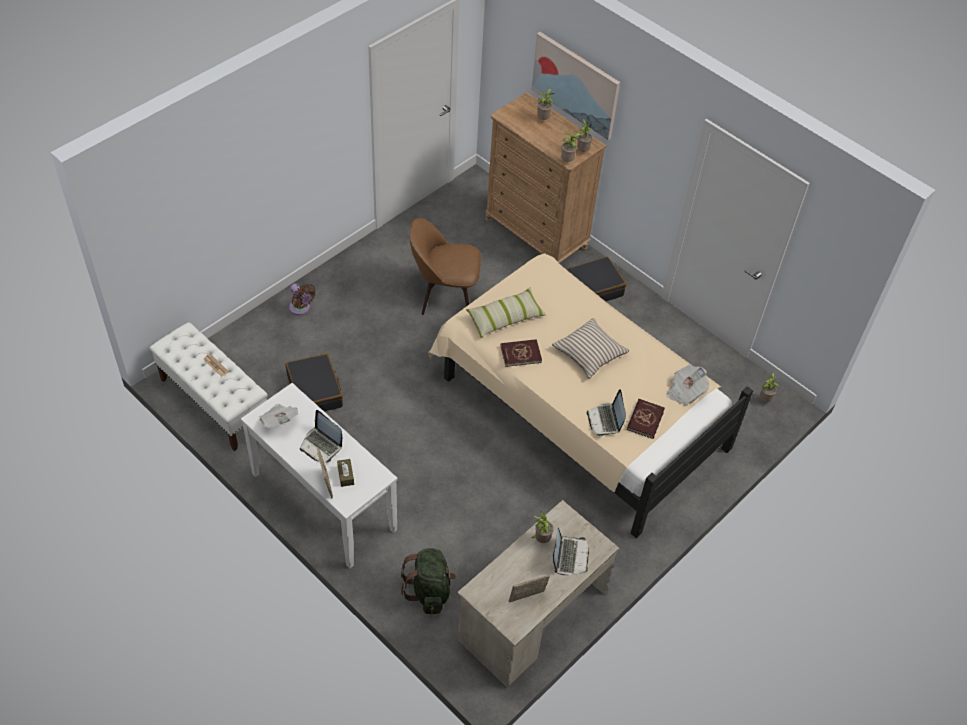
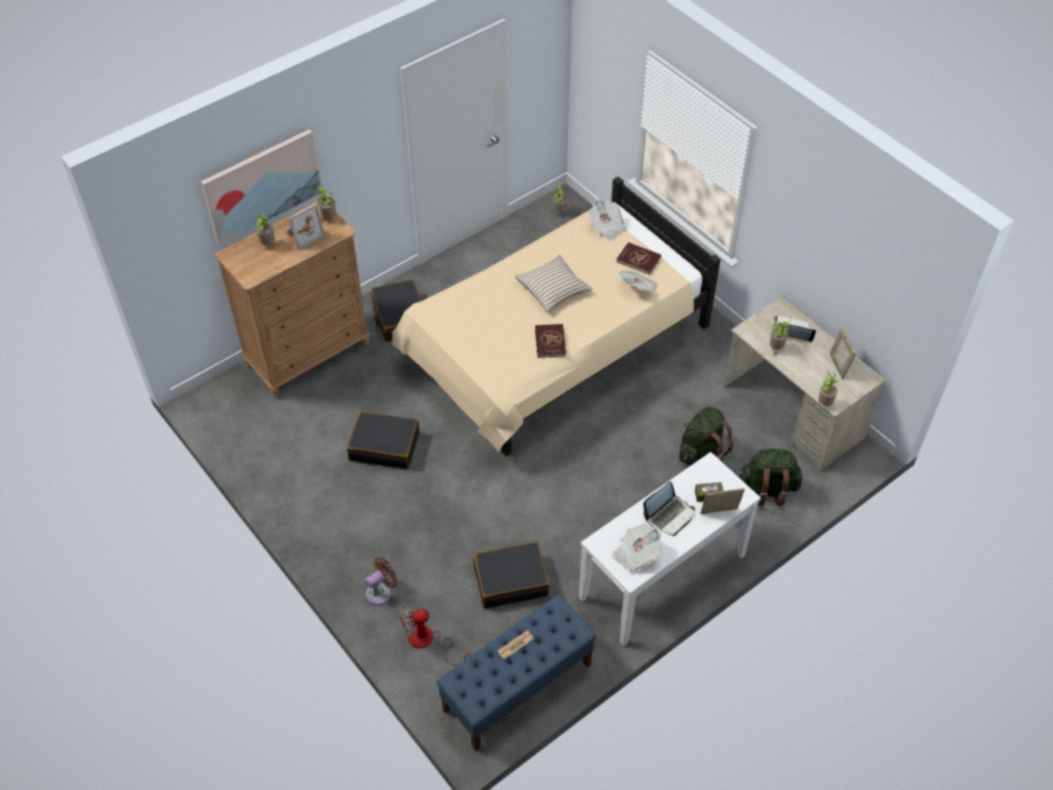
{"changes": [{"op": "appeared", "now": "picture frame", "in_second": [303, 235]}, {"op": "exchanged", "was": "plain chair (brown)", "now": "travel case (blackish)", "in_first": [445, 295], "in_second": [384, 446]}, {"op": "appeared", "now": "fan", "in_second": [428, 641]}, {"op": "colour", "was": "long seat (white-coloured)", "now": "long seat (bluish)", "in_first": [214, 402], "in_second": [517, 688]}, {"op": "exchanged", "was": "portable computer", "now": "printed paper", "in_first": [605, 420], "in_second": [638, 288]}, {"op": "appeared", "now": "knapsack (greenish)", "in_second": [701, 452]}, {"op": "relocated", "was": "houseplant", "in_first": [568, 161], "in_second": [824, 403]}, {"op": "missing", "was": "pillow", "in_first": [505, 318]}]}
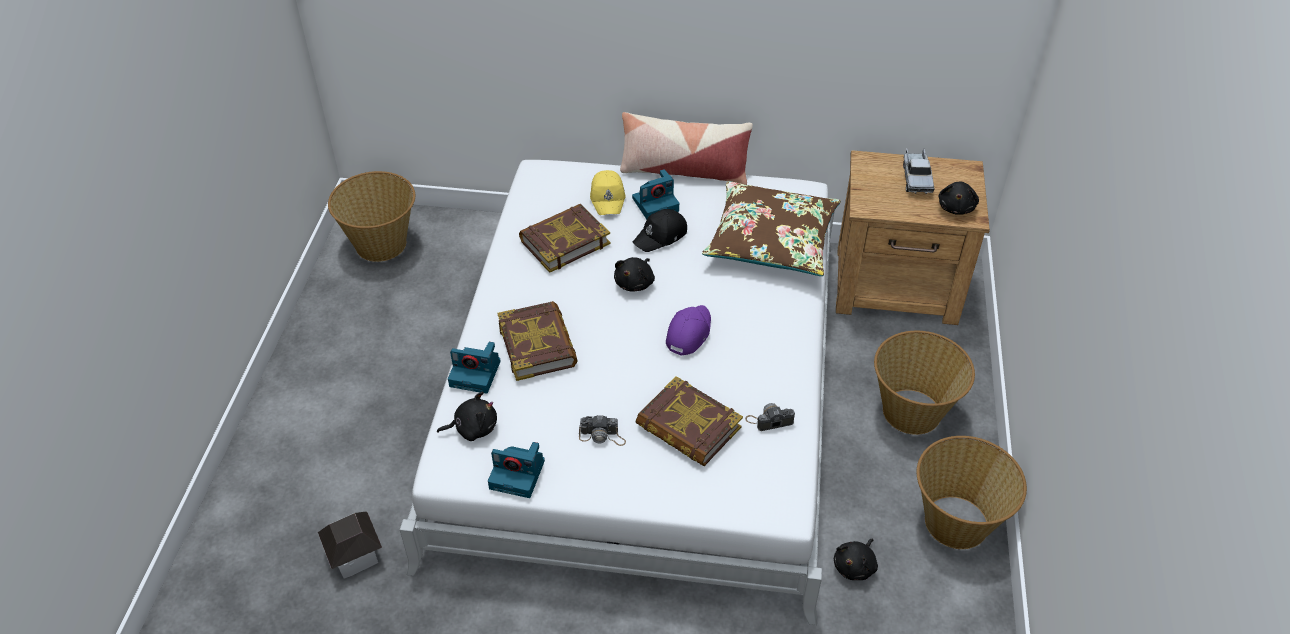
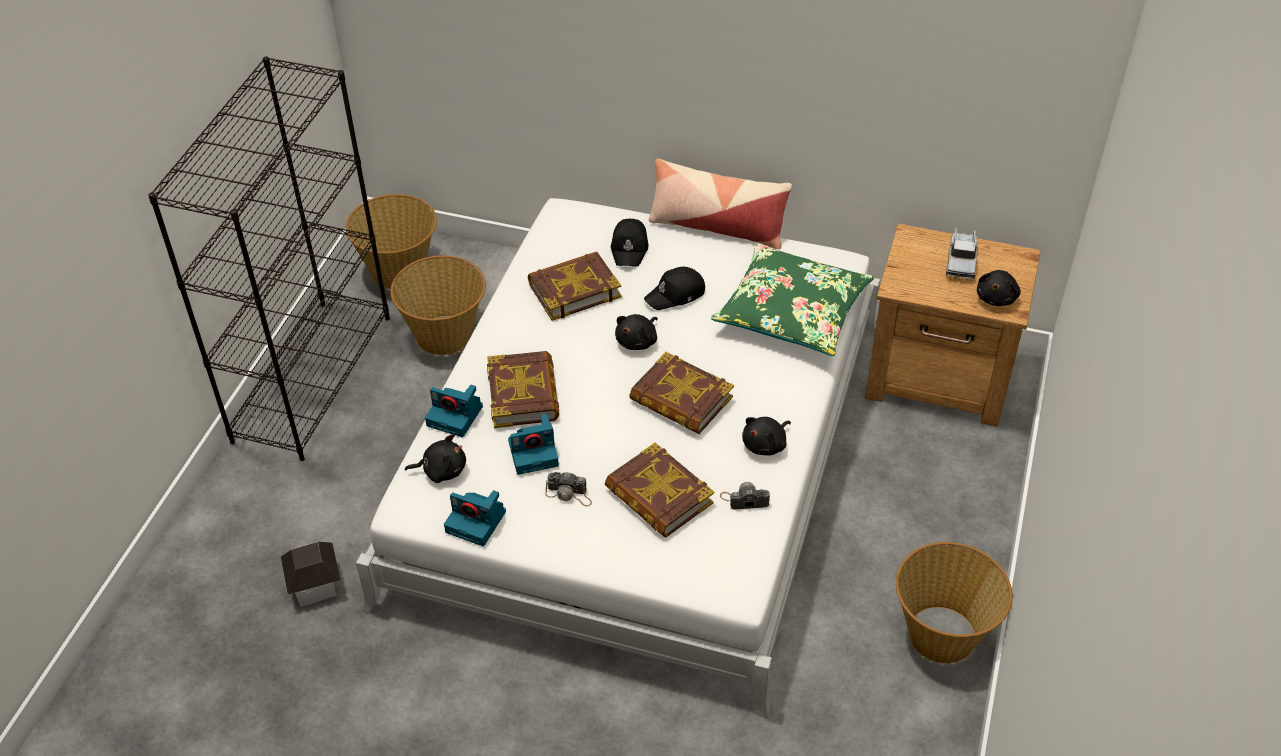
{"changes": [{"op": "appeared", "now": "bookshelf (blackish)", "in_second": [313, 377]}, {"op": "relocated", "was": "basket", "in_first": [912, 411], "in_second": [445, 334]}, {"op": "relocated", "was": "still camera", "in_first": [656, 204], "in_second": [534, 452]}, {"op": "colour", "was": "cap (yellow)", "now": "cap (blackish)", "in_first": [608, 198], "in_second": [630, 248]}, {"op": "exchanged", "was": "cap (purple)", "now": "book", "in_first": [688, 333], "in_second": [681, 400]}, {"op": "colour", "was": "pillow (brown)", "now": "pillow (greenish)", "in_first": [771, 240], "in_second": [792, 312]}, {"op": "relocated", "was": "soft toy (blackish)", "in_first": [855, 566], "in_second": [766, 444]}]}
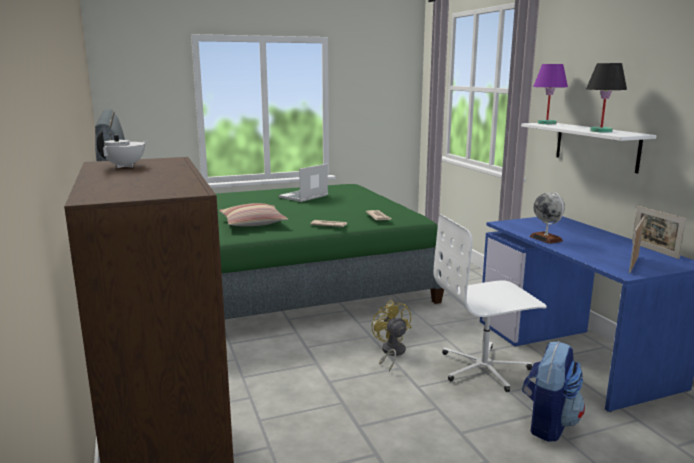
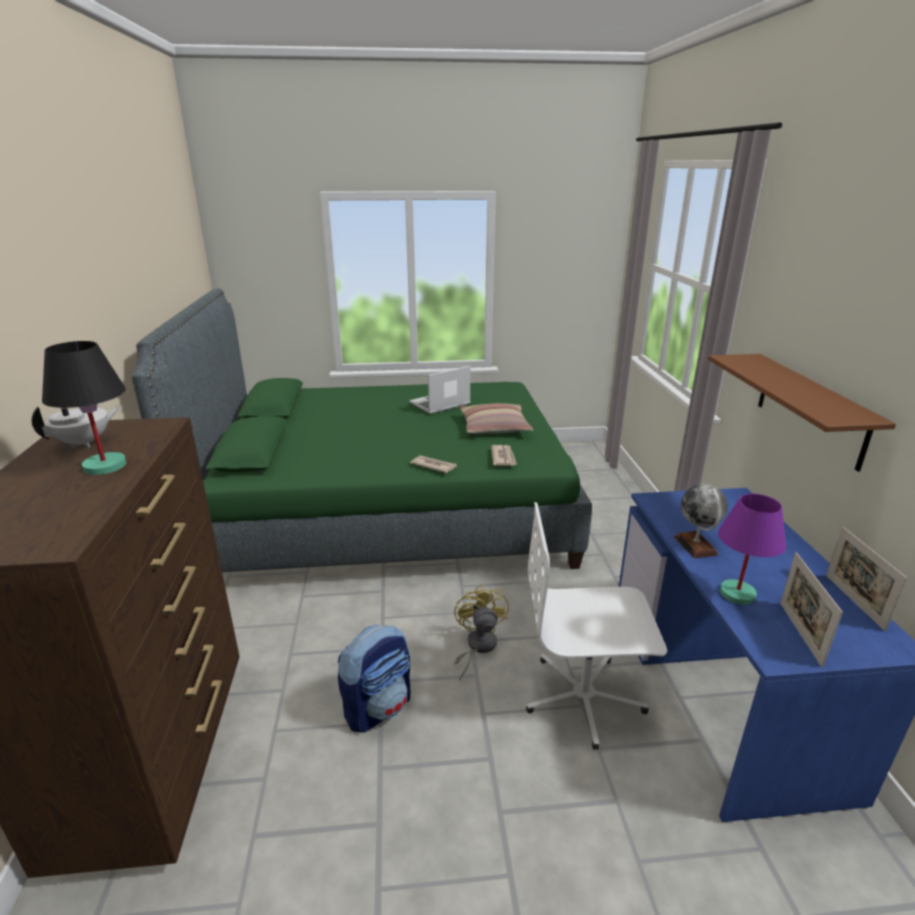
{"changes": [{"op": "relocated", "was": "lamp for a table (blackish)", "in_first": [601, 131], "in_second": [106, 465]}, {"op": "relocated", "was": "knapsack", "in_first": [548, 423], "in_second": [378, 707]}, {"op": "relocated", "was": "pillow", "in_first": [253, 223], "in_second": [494, 427]}, {"op": "colour", "was": "bracket shelf (white-coloured)", "now": "bracket shelf (brown)", "in_first": [596, 146], "in_second": [810, 409]}, {"op": "relocated", "was": "lamp for a table (purple)", "in_first": [547, 123], "in_second": [738, 594]}, {"op": "spun", "was": "picture frame", "in_first": [633, 264], "in_second": [800, 633], "clockwise": -45}]}
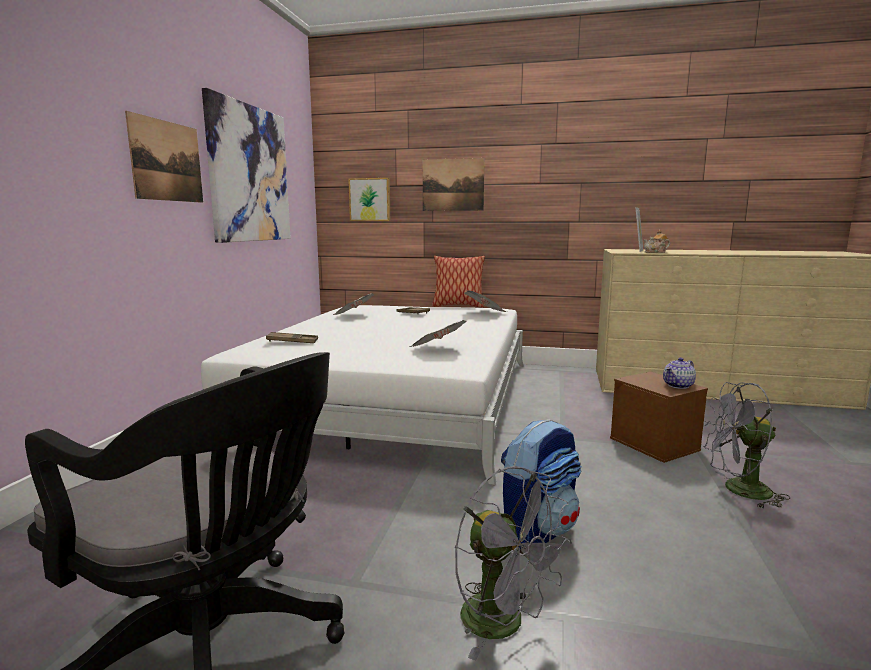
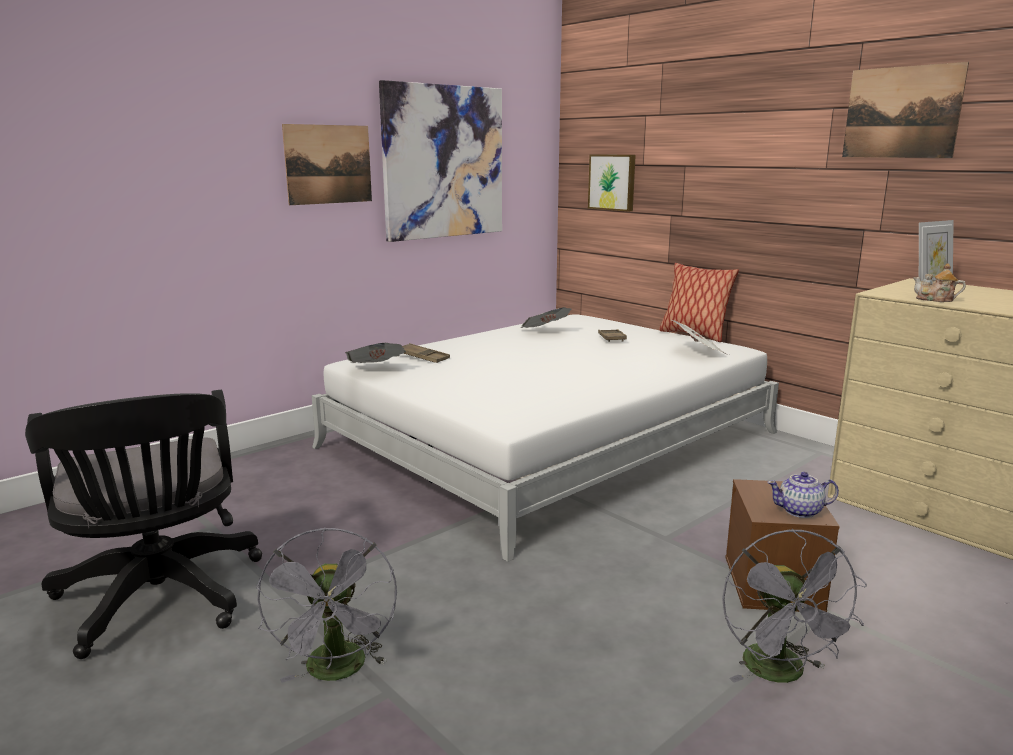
{"changes": [{"op": "relocated", "was": "printed paper", "in_first": [437, 349], "in_second": [376, 370]}, {"op": "spun", "was": "fan (gray)", "in_first": [738, 490], "in_second": [781, 674], "clockwise": -135}, {"op": "relocated", "was": "picture", "in_first": [453, 185], "in_second": [901, 112]}, {"op": "missing", "was": "knapsack", "in_first": [538, 530]}]}
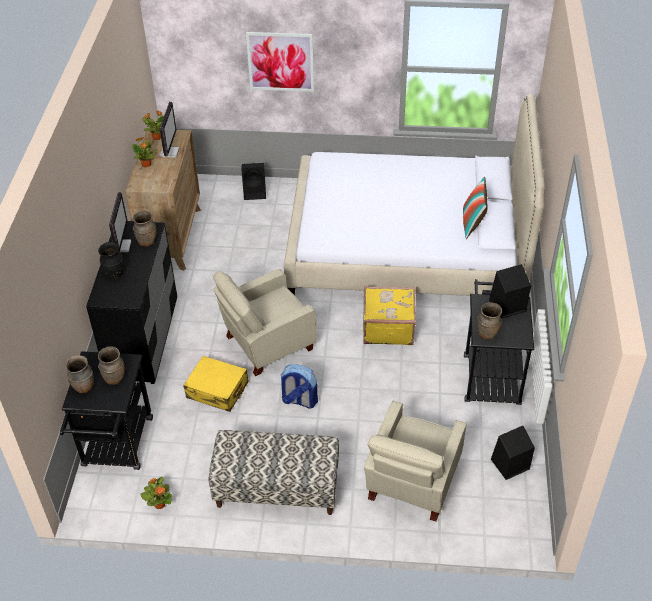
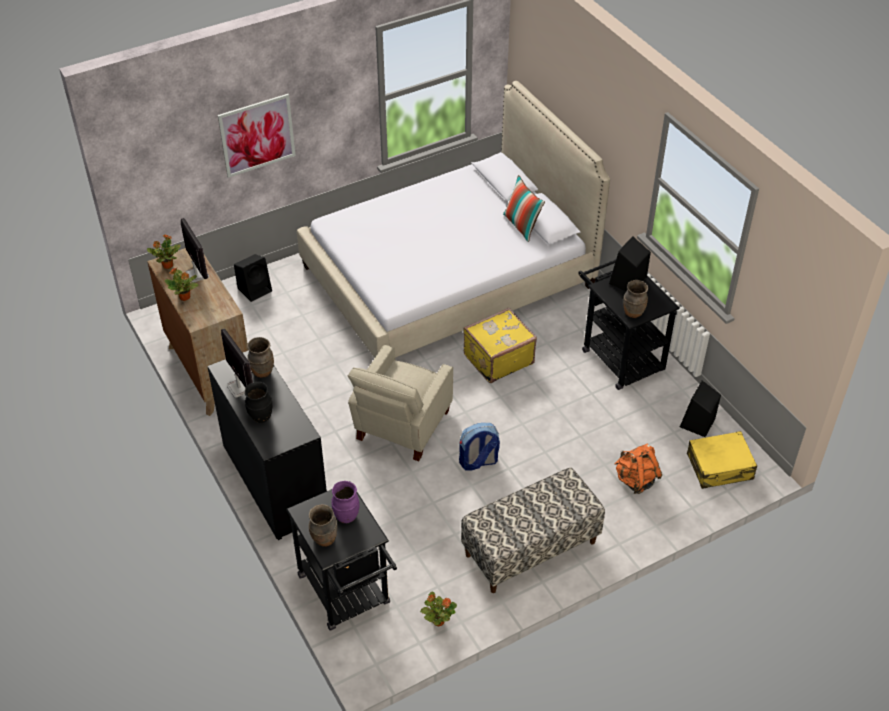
{"changes": [{"op": "colour", "was": "flower vase (brown)", "now": "flower vase (purple)", "in_first": [114, 378], "in_second": [346, 516]}, {"op": "exchanged", "was": "lounge chair (beige)", "now": "knapsack (orange)", "in_first": [411, 483], "in_second": [635, 480]}, {"op": "relocated", "was": "travel case (yellow)", "in_first": [217, 390], "in_second": [720, 467]}]}
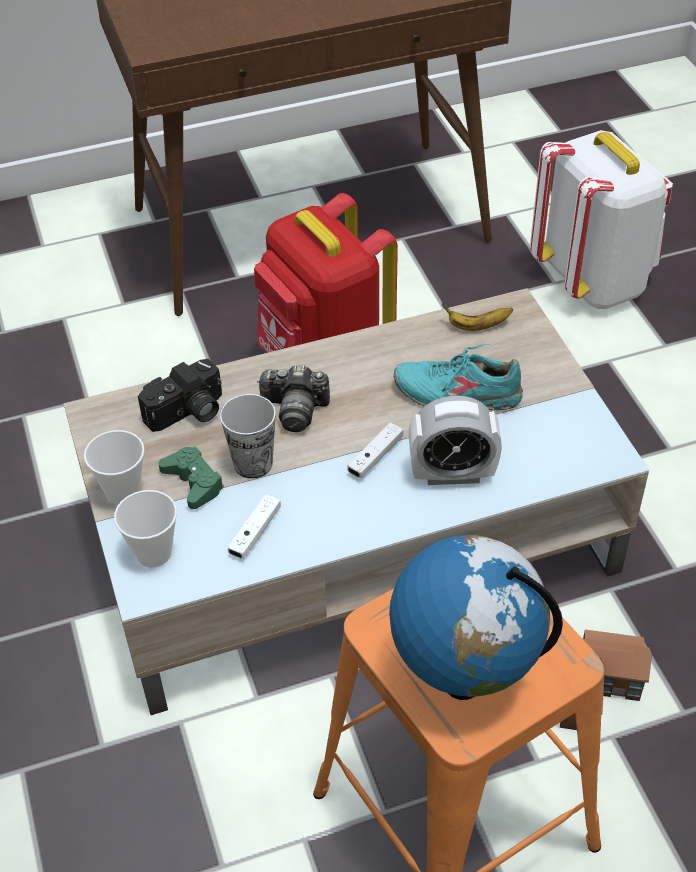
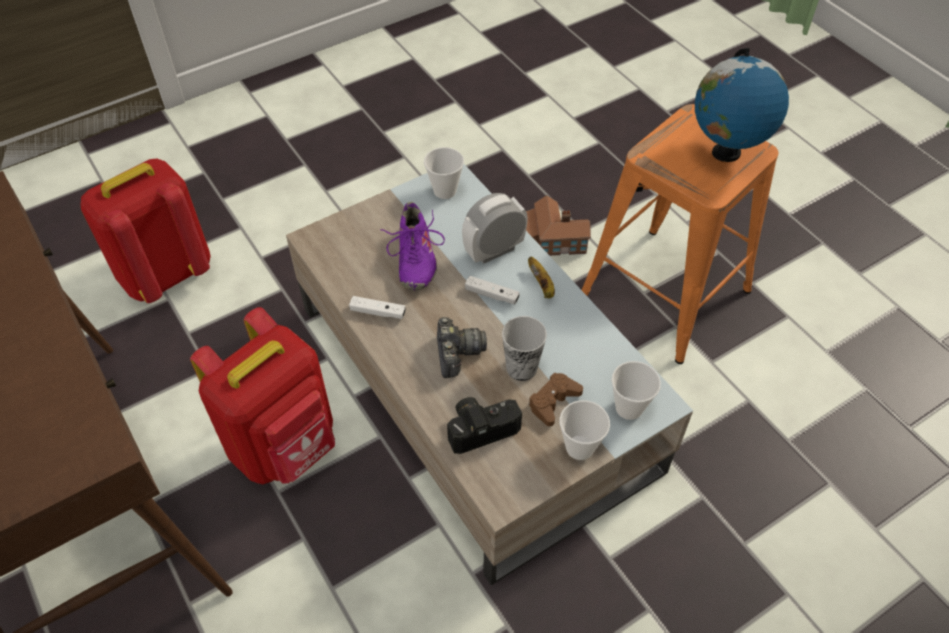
{"changes": [{"op": "colour", "was": "knapsack (white-coloured)", "now": "knapsack (red-coloured)", "in_first": [593, 281], "in_second": [165, 274]}, {"op": "relocated", "was": "gamepad (white-coloured)", "in_first": [255, 533], "in_second": [378, 312]}, {"op": "colour", "was": "shoe (turquoise)", "now": "shoe (purple)", "in_first": [458, 393], "in_second": [414, 259]}, {"op": "appeared", "now": "small cup", "in_second": [445, 191]}, {"op": "spun", "was": "still camera", "in_first": [187, 413], "in_second": [481, 427], "clockwise": -60}, {"op": "spun", "was": "bedside clock", "in_first": [452, 474], "in_second": [494, 251], "clockwise": -105}, {"op": "relocated", "was": "banana fruit", "in_first": [477, 326], "in_second": [542, 285]}, {"op": "colour", "was": "gamepad (greenish)", "now": "gamepad (brown)", "in_first": [193, 482], "in_second": [553, 401]}]}
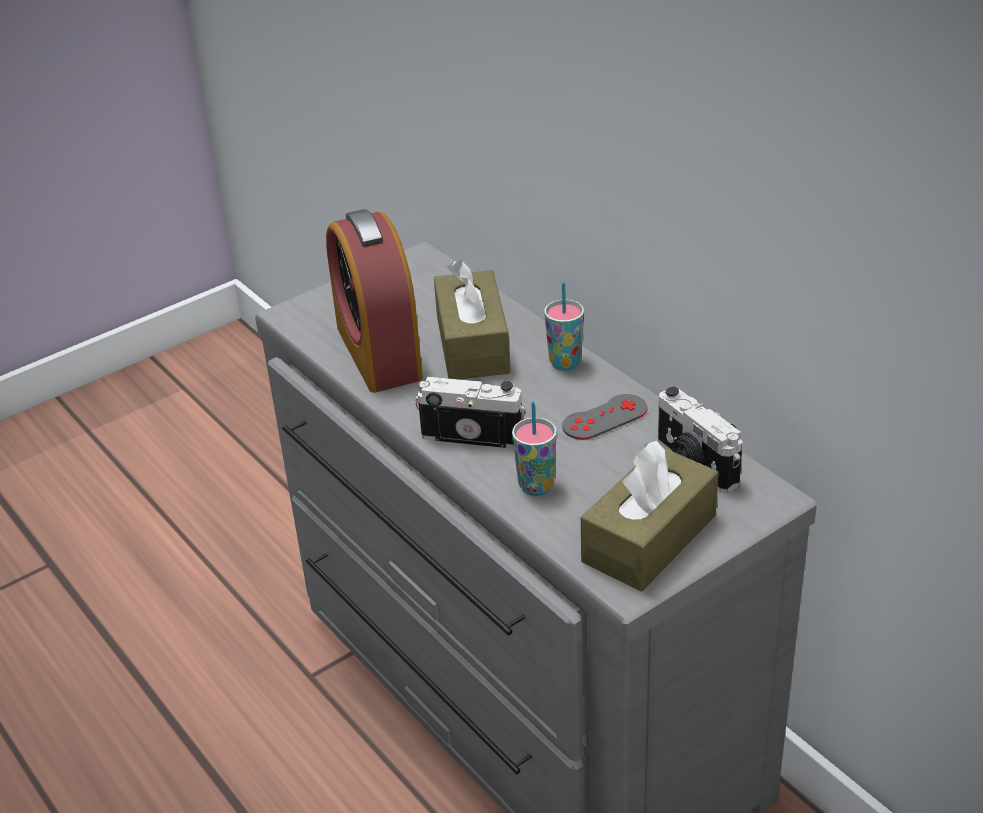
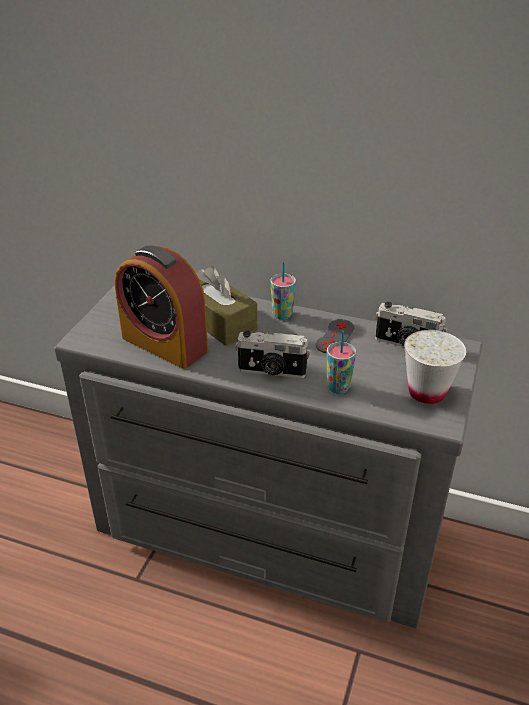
{"changes": [{"op": "spun", "was": "still camera", "in_first": [473, 434], "in_second": [272, 371], "clockwise": -150}, {"op": "exchanged", "was": "box of tissues (brown)", "now": "small cup (white-coloured)", "in_first": [649, 538], "in_second": [427, 392]}]}
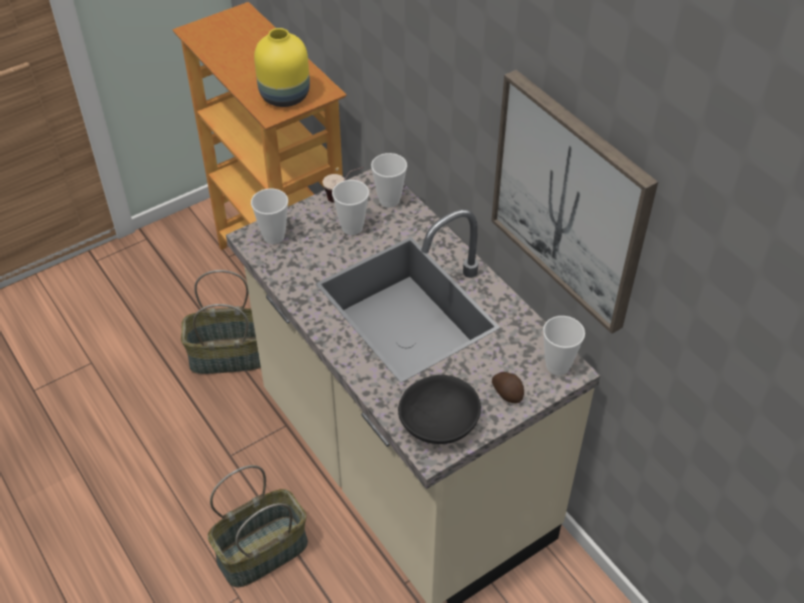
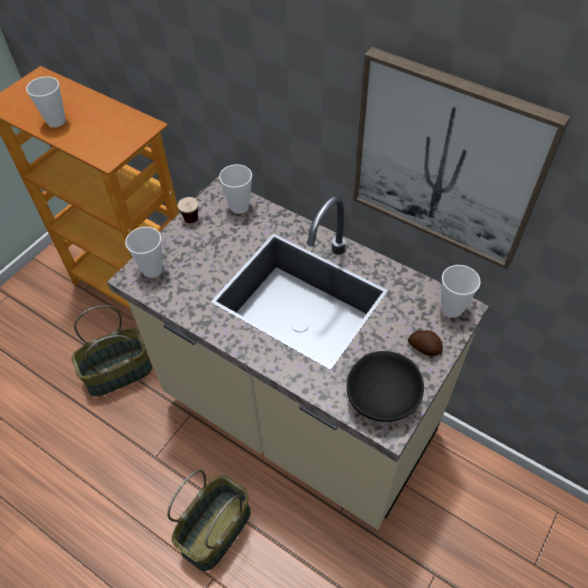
{"changes": [{"op": "relocated", "was": "small cup", "in_first": [352, 227], "in_second": [56, 121]}, {"op": "missing", "was": "flower vase (yellow)", "in_first": [286, 96]}]}
